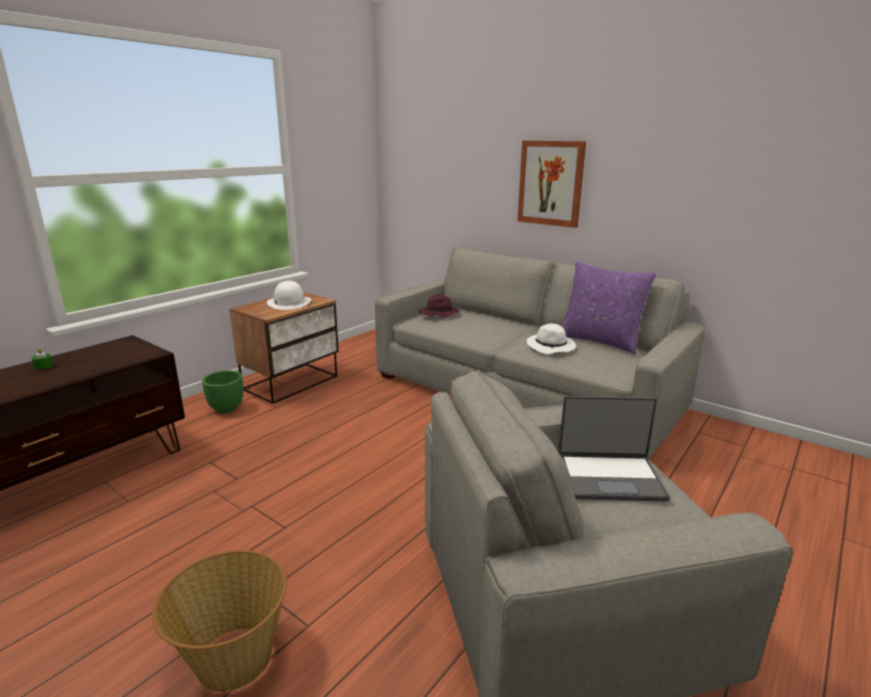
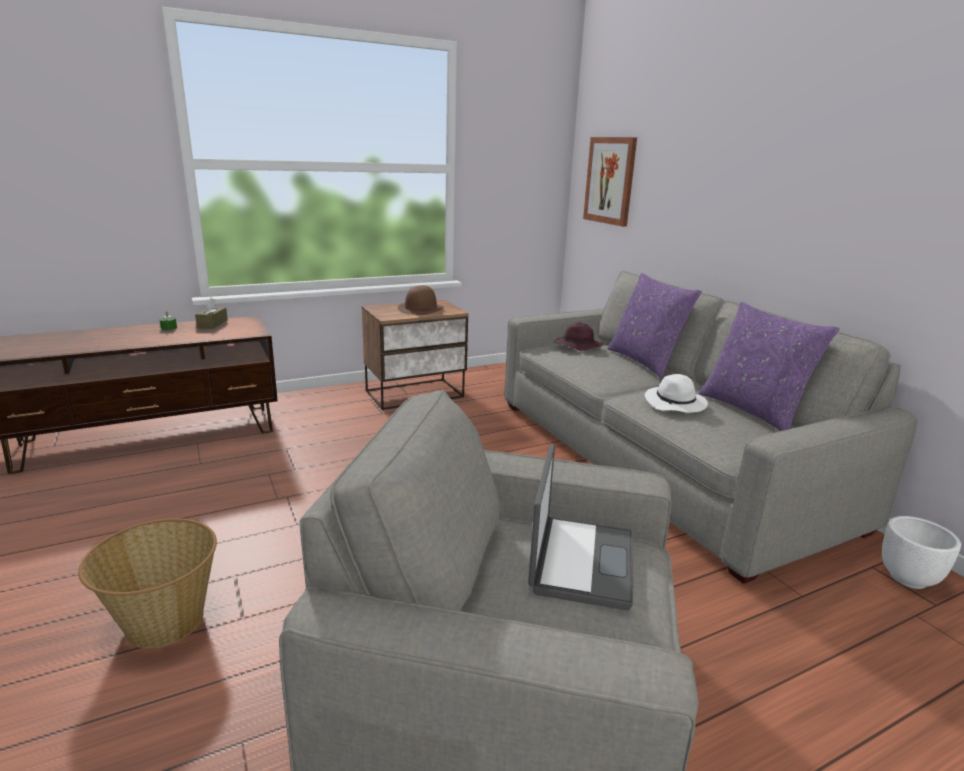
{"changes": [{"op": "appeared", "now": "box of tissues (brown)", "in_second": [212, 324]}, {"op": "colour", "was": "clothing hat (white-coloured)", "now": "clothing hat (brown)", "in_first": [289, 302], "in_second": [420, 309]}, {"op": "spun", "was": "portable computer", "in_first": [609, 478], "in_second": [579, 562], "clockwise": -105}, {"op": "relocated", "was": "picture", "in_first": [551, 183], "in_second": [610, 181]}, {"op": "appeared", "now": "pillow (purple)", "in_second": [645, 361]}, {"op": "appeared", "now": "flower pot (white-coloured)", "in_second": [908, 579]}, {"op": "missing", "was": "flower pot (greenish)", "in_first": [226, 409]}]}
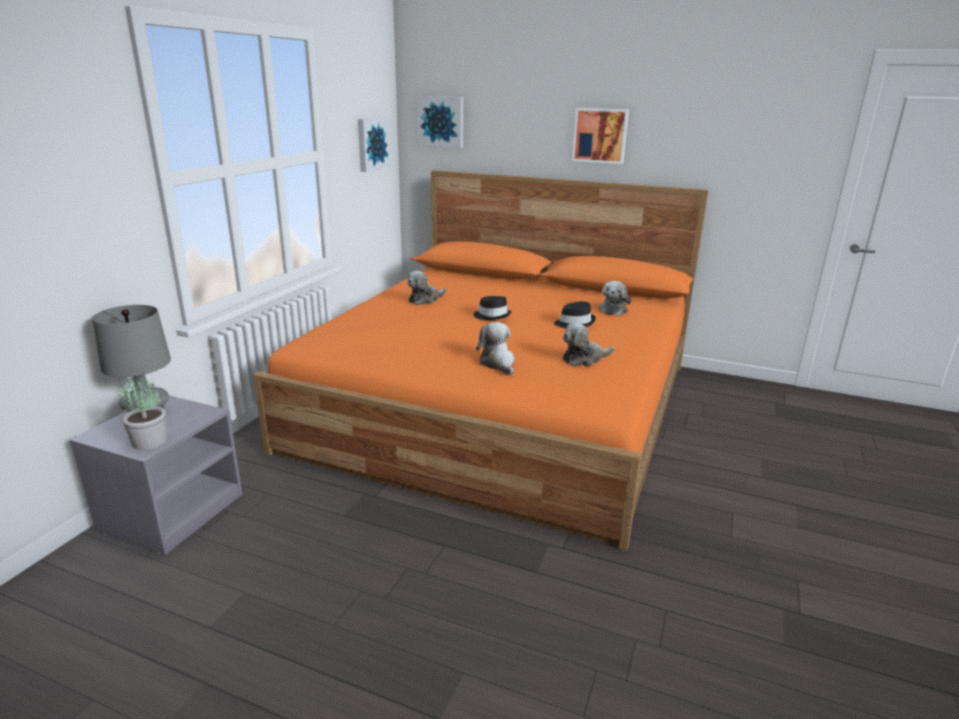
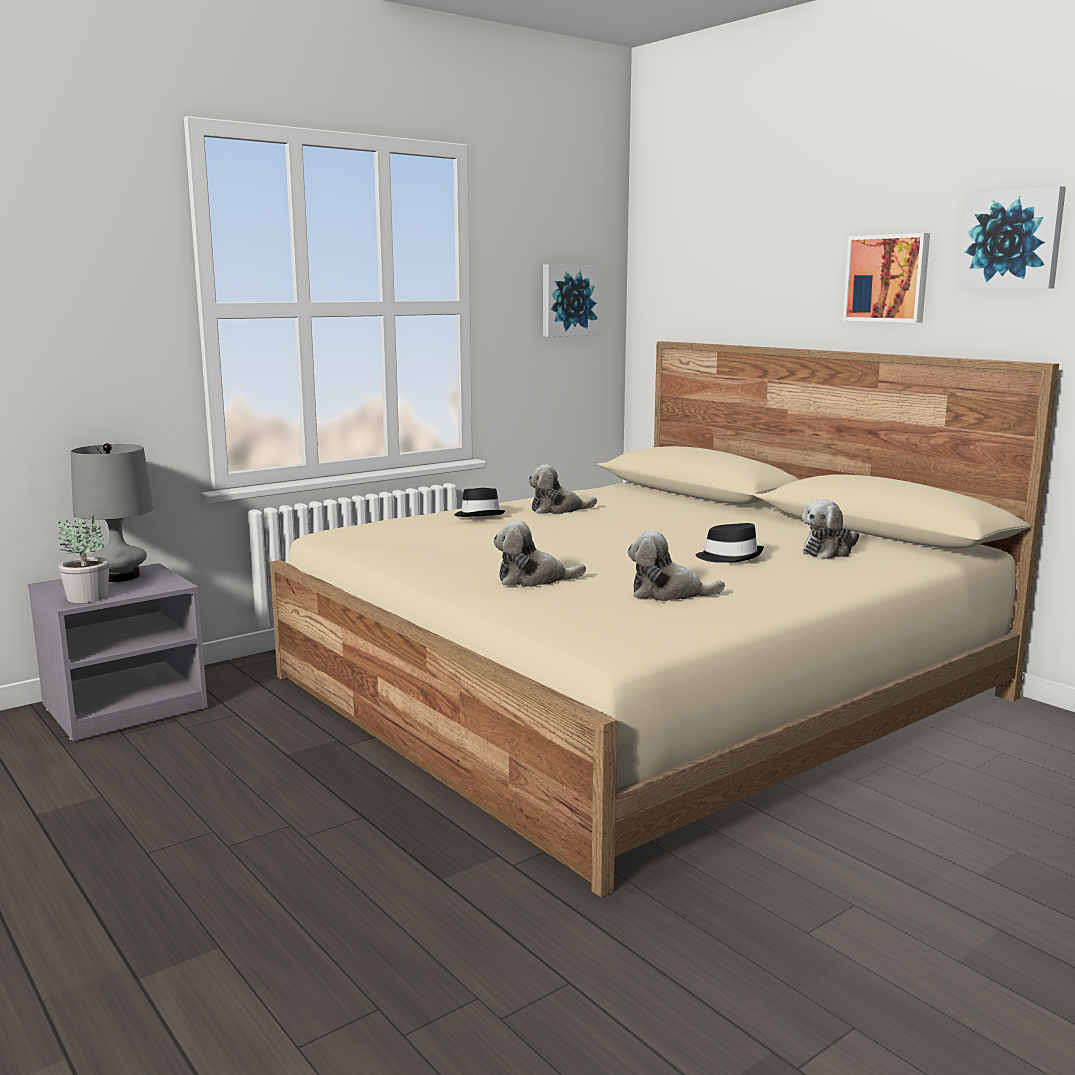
{"changes": [{"op": "colour", "was": "bedroom bed (orange)", "now": "bedroom bed (beige)", "in_first": [502, 405], "in_second": [640, 687]}, {"op": "relocated", "was": "clothing hat (blackish)", "in_first": [492, 316], "in_second": [479, 515]}, {"op": "spun", "was": "soft toy", "in_first": [498, 363], "in_second": [533, 580], "clockwise": -105}, {"op": "relocated", "was": "picture", "in_first": [441, 121], "in_second": [1012, 239]}]}
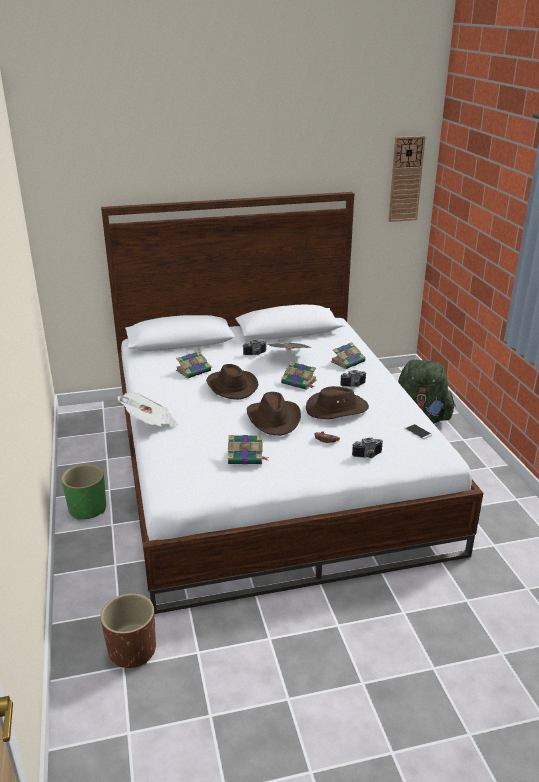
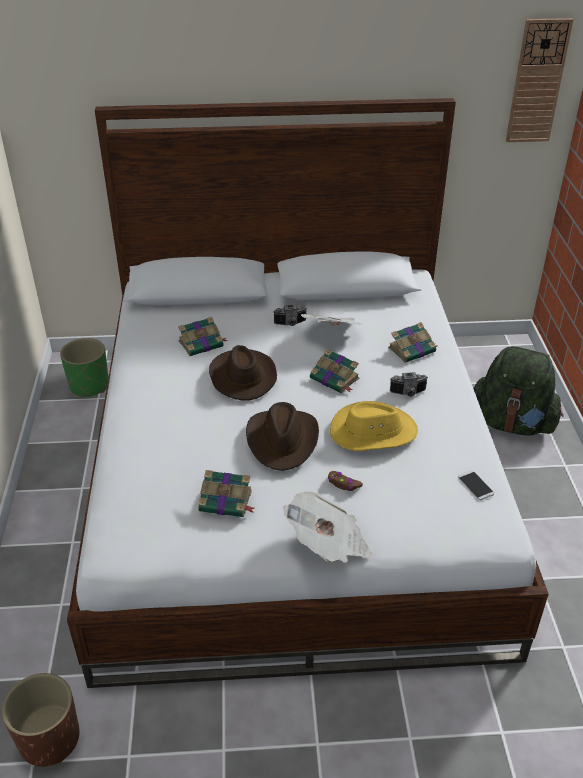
{"changes": [{"op": "relocated", "was": "flower pot (greenish)", "in_first": [88, 509], "in_second": [89, 385]}, {"op": "relocated", "was": "printed paper", "in_first": [150, 423], "in_second": [328, 544]}, {"op": "colour", "was": "clothing hat (brown)", "now": "clothing hat (yellow)", "in_first": [336, 409], "in_second": [372, 432]}, {"op": "missing", "was": "still camera", "in_first": [368, 456]}]}
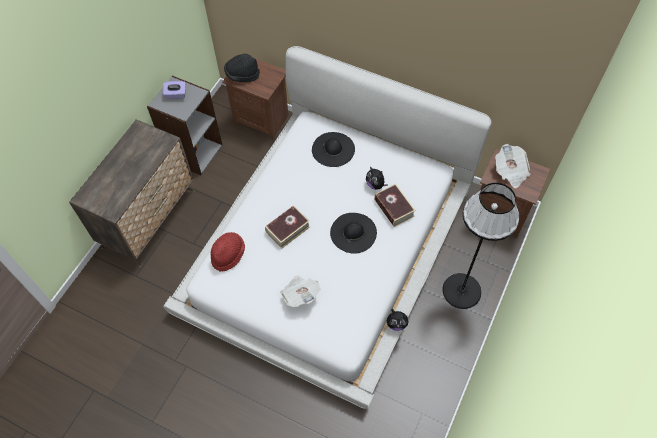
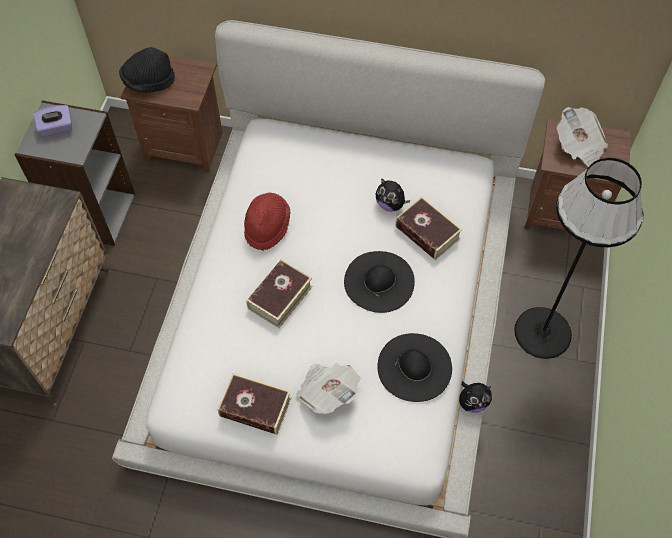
{"changes": [{"op": "appeared", "now": "book", "in_second": [255, 407]}, {"op": "relocated", "was": "clothing hat (red-coloured)", "in_first": [228, 255], "in_second": [267, 227]}, {"op": "relocated", "was": "clothing hat (blackish)", "in_first": [333, 149], "in_second": [414, 367]}]}
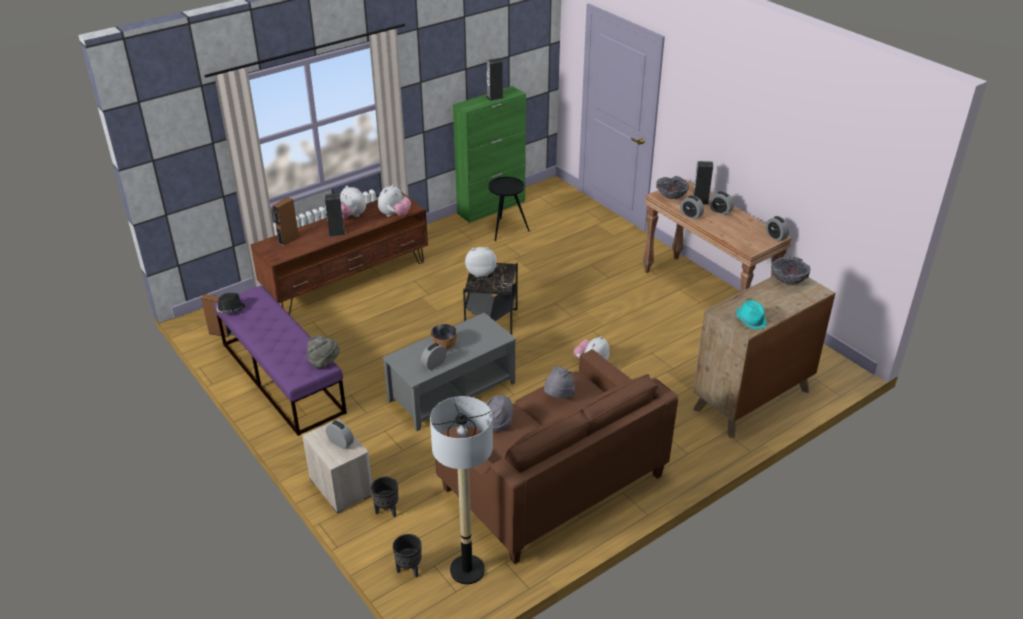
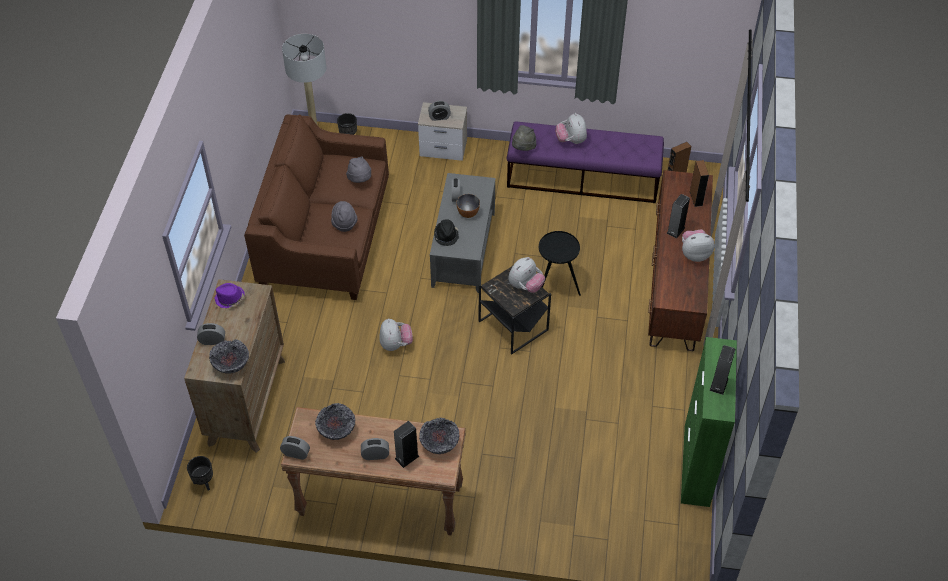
{"changes": [{"op": "relocated", "was": "flower pot (blackish)", "in_first": [386, 510], "in_second": [204, 482]}, {"op": "relocated", "was": "bedside clock", "in_first": [691, 215], "in_second": [212, 341]}, {"op": "colour", "was": "clothing hat (turquoise)", "now": "clothing hat (purple)", "in_first": [751, 320], "in_second": [230, 299]}, {"op": "appeared", "now": "bowl", "in_second": [337, 430]}, {"op": "relocated", "was": "clothing hat (blackish)", "in_first": [230, 309], "in_second": [446, 235]}, {"op": "relocated", "was": "accent table (blackish)", "in_first": [506, 230], "in_second": [556, 284]}, {"op": "relocated", "was": "soft toy", "in_first": [394, 215], "in_second": [571, 140]}]}
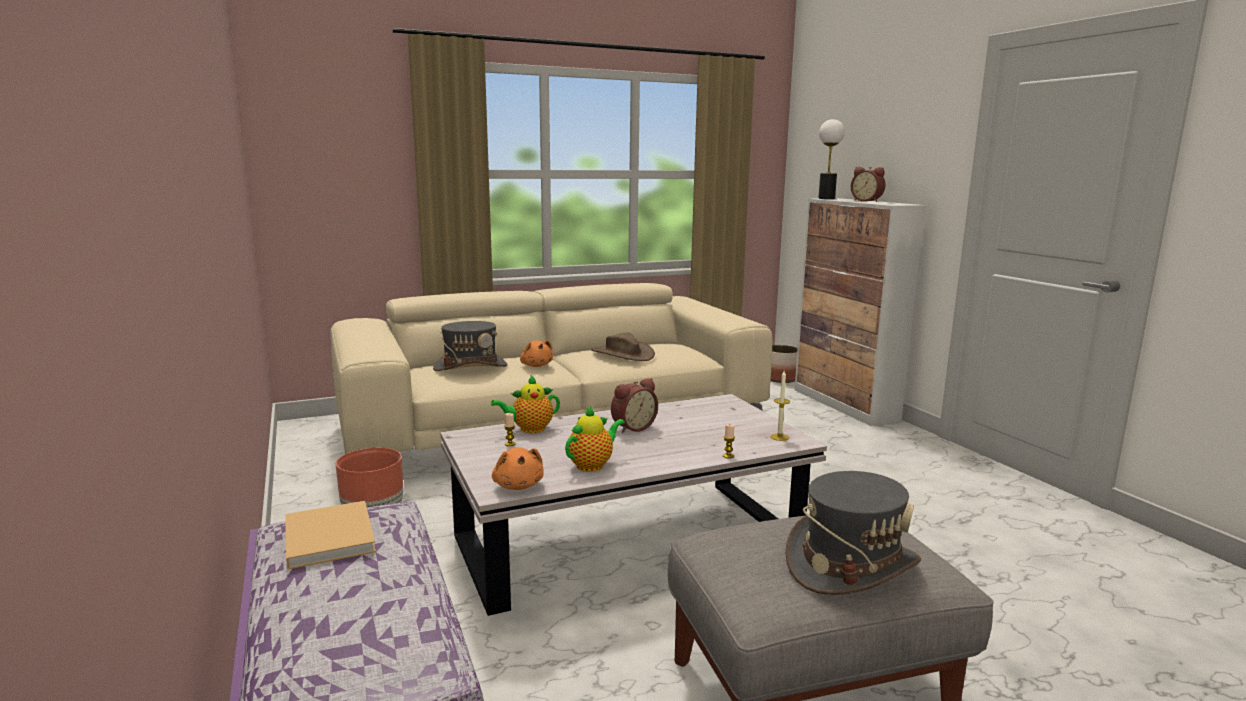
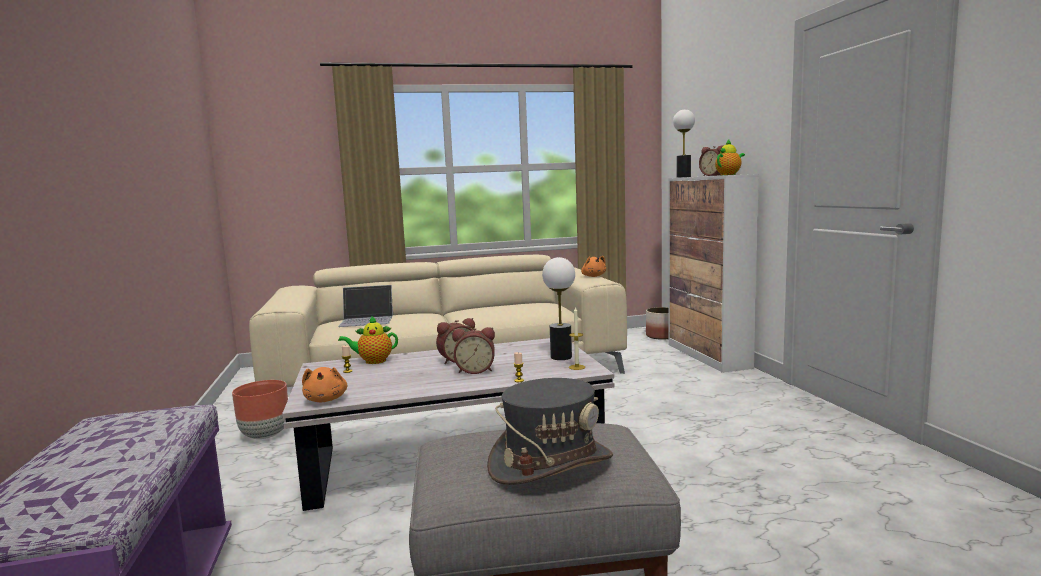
{"changes": [{"op": "exchanged", "was": "clothing hat (gray)", "now": "portable computer", "in_first": [470, 367], "in_second": [367, 320]}, {"op": "appeared", "now": "bedside clock", "in_second": [475, 370]}, {"op": "appeared", "now": "lamp for a table", "in_second": [561, 357]}, {"op": "relocated", "was": "soft toy (orange)", "in_first": [536, 365], "in_second": [593, 276]}, {"op": "relocated", "was": "teapot", "in_first": [592, 465], "in_second": [729, 175]}, {"op": "missing", "was": "book (beige)", "in_first": [329, 536]}, {"op": "missing", "was": "clothing hat (brown)", "in_first": [622, 354]}]}
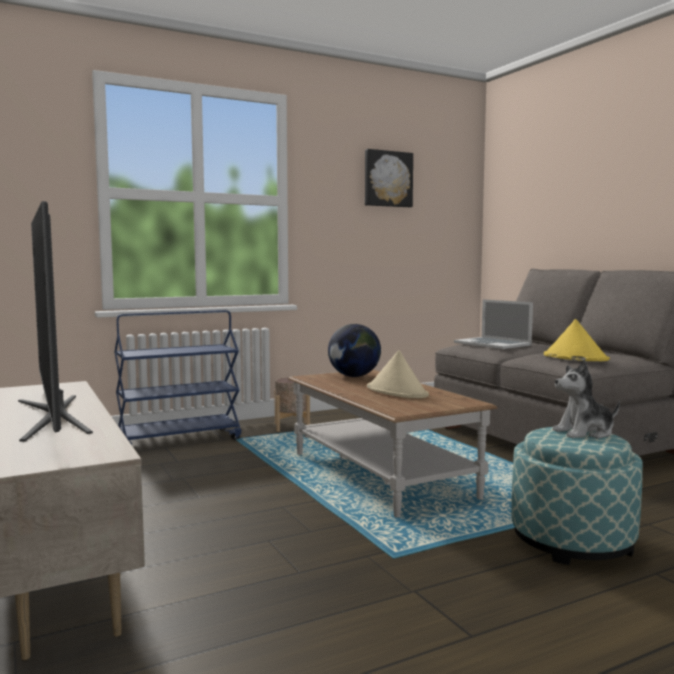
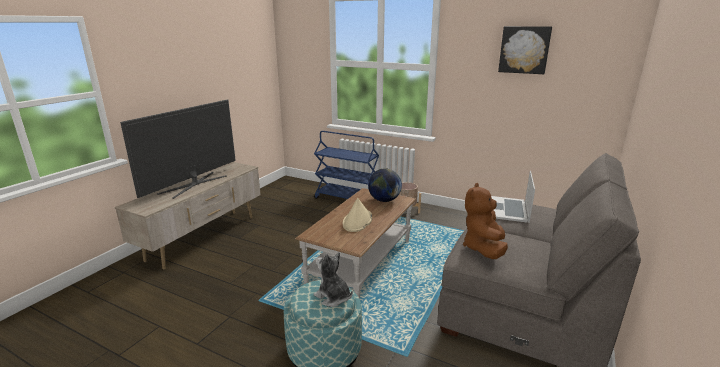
{"changes": [{"op": "exchanged", "was": "clothing hat (yellow)", "now": "soft toy (brown)", "in_first": [575, 357], "in_second": [484, 248]}]}
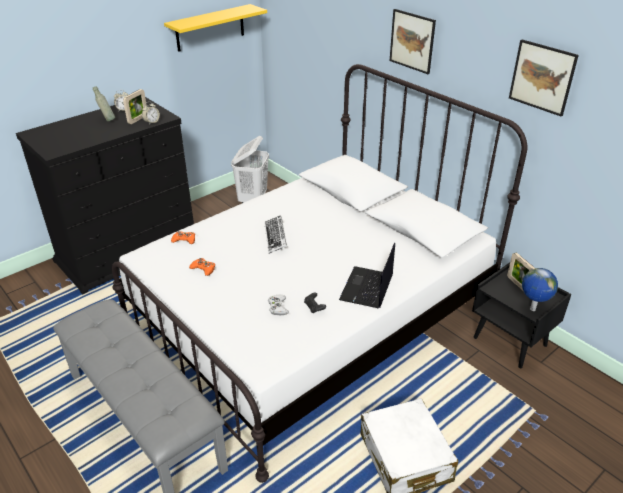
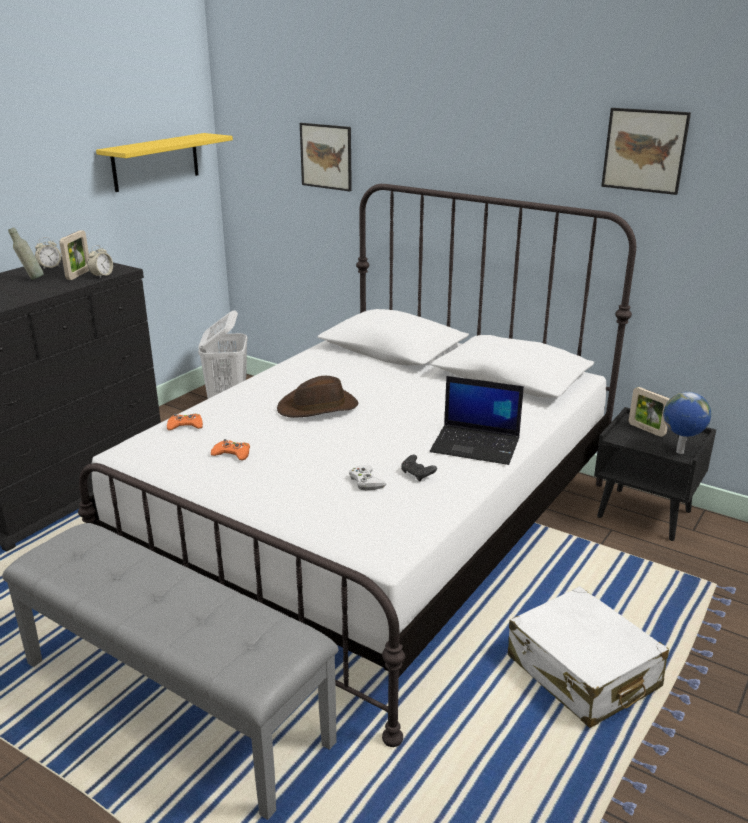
{"changes": [{"op": "exchanged", "was": "PC keyboard", "now": "clothing hat (brown)", "in_first": [275, 237], "in_second": [318, 407]}, {"op": "relocated", "was": "picture", "in_first": [412, 41], "in_second": [326, 156]}, {"op": "spun", "was": "portable computer", "in_first": [367, 288], "in_second": [476, 445], "clockwise": -75}]}
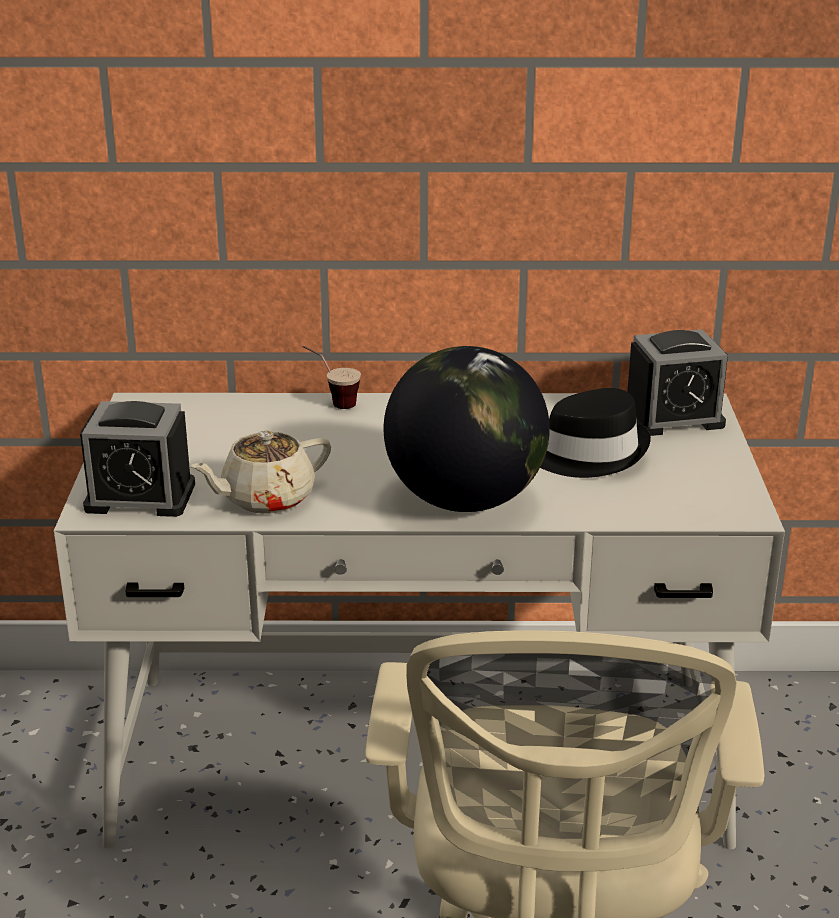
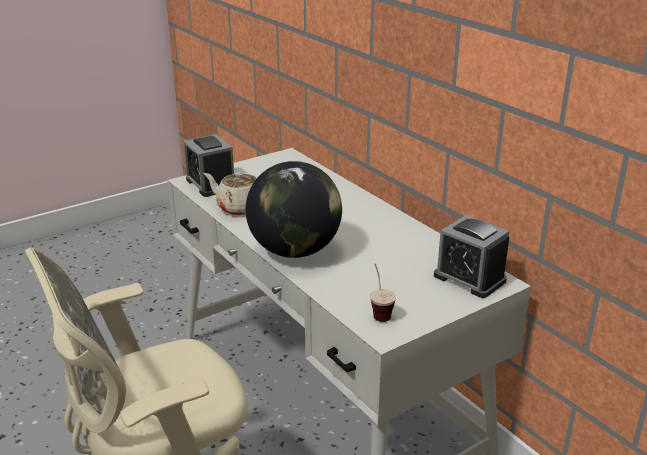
{"changes": [{"op": "relocated", "was": "small cup", "in_first": [332, 402], "in_second": [379, 311]}, {"op": "missing", "was": "clothing hat (blackish)", "in_first": [588, 454]}]}
